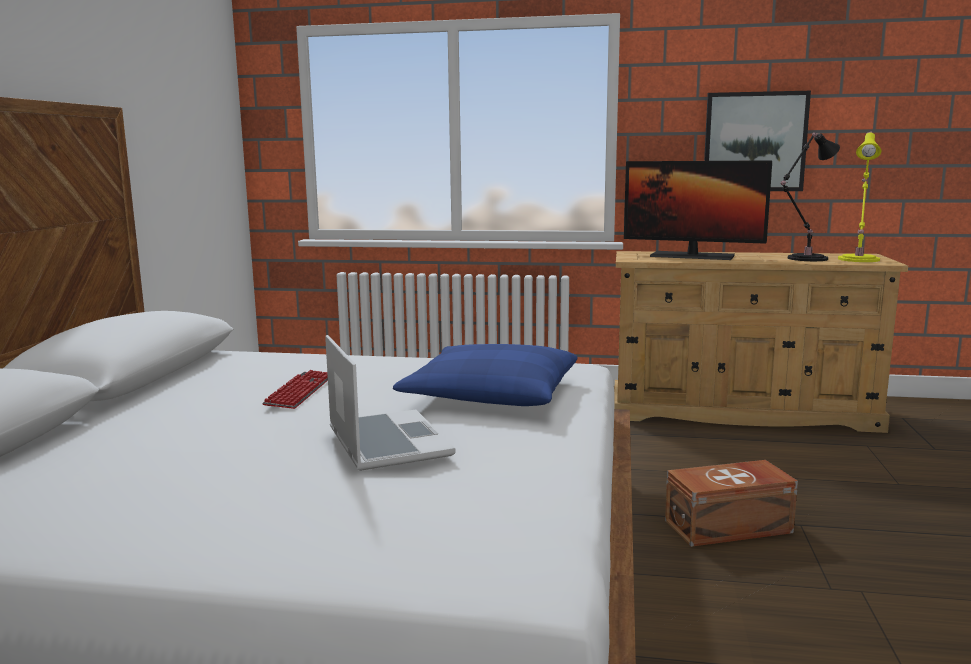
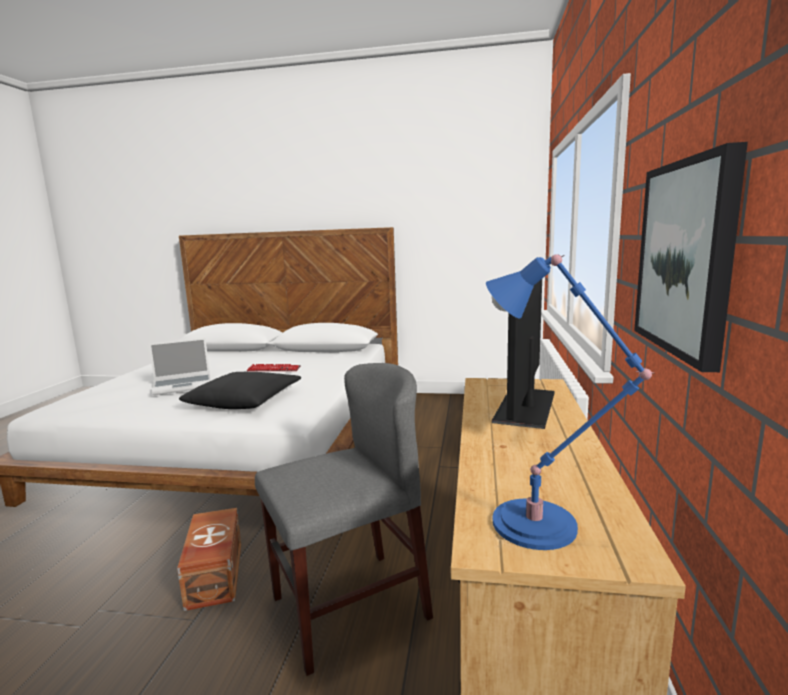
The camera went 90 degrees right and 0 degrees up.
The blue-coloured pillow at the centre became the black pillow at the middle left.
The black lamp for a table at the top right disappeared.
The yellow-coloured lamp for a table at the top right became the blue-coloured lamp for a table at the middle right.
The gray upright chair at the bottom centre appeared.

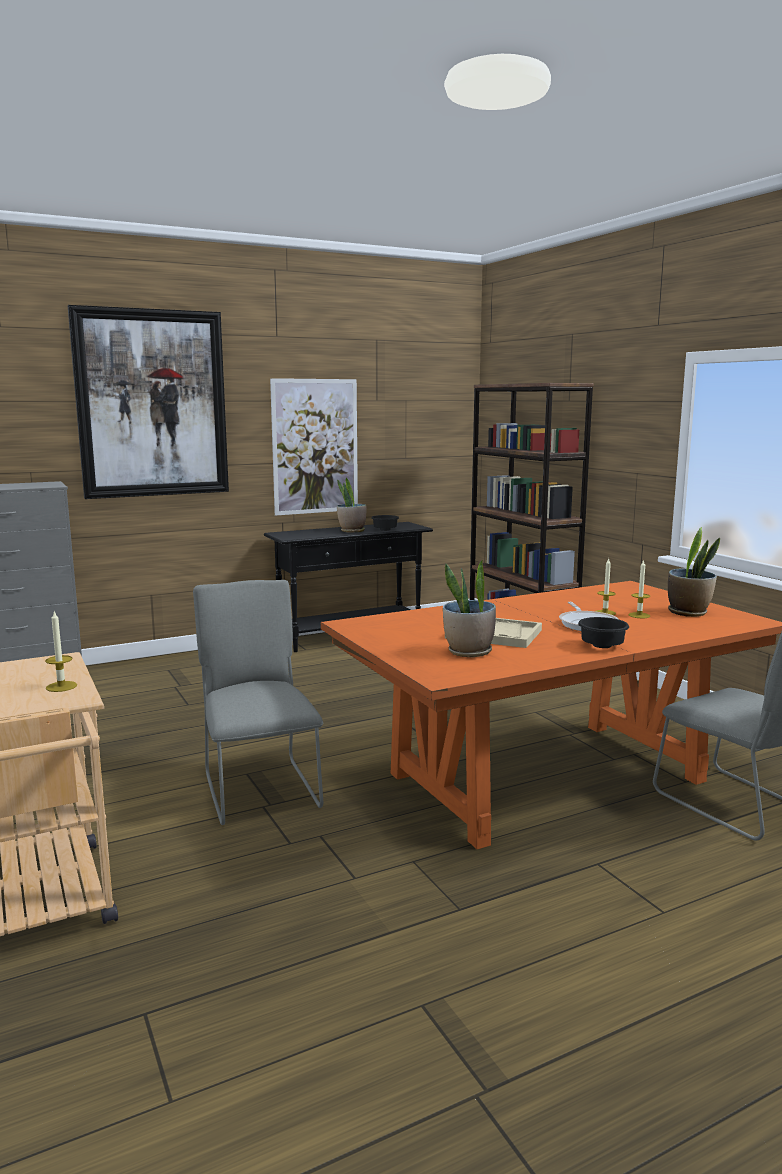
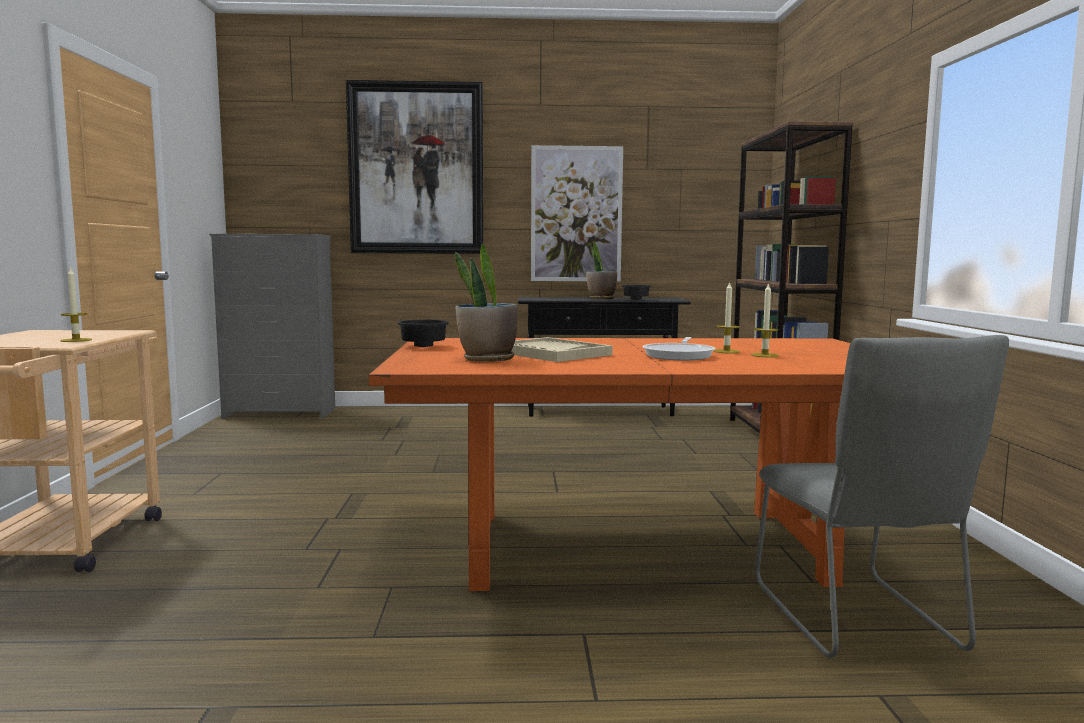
The camera went 25 degrees right and 5 degrees down.
The gray upright chair (no. 1 from left) at the middle left disappeared.
The black serving bowl (no. 2 from left in the first image) moved from the middle right to the centre.
The houseplant (no. 3 from left) at the middle right disappeared.

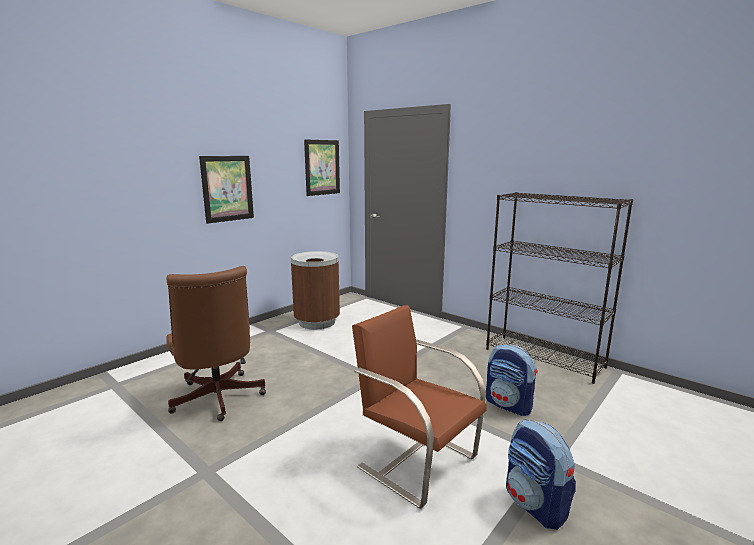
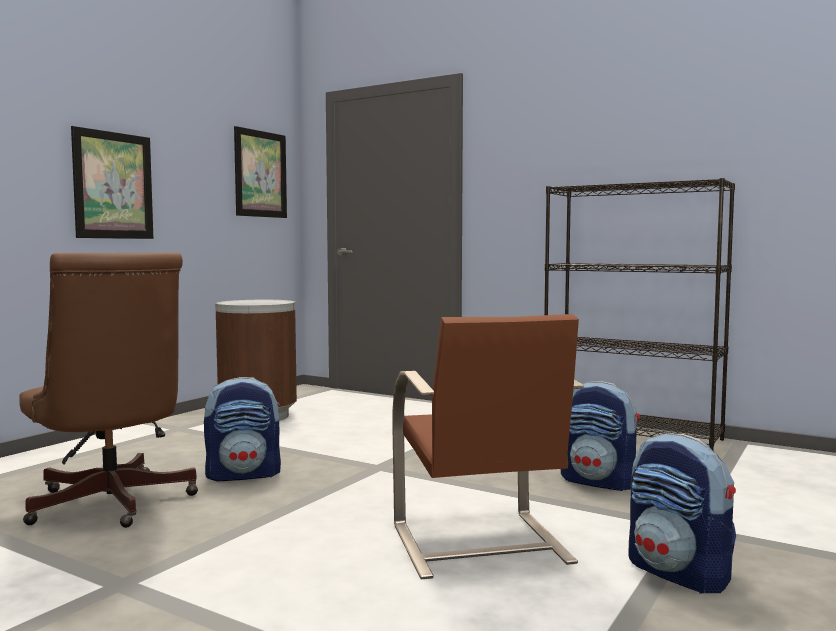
The camera went 10 degrees left and 10 degrees down.
The brown upright chair at the bottom centre turned 135 degrees counterclockwise.
The knapsack (no. 1 from left) at the bottom left appeared.

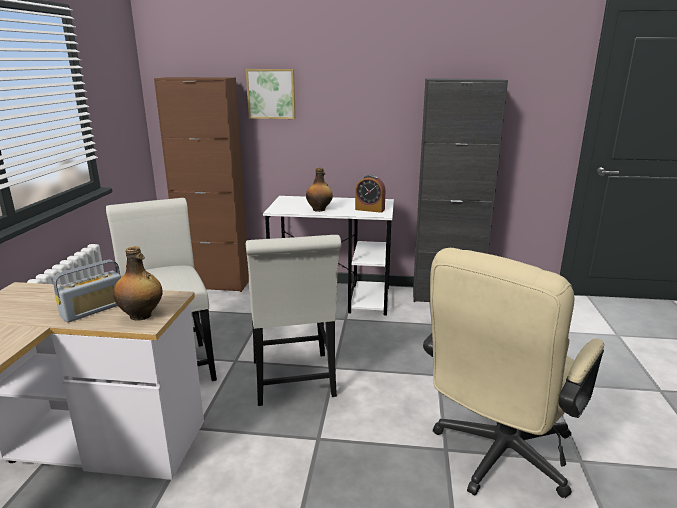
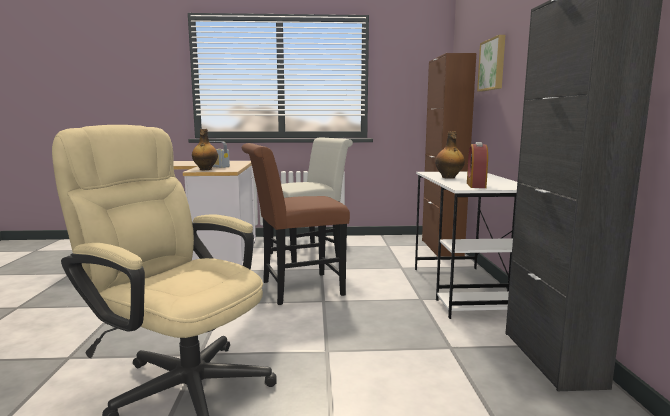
The camera went 80 degrees right and 10 degrees down.
The white upright chair (no. 2 from left) at the centre became the brown upright chair at the centre.

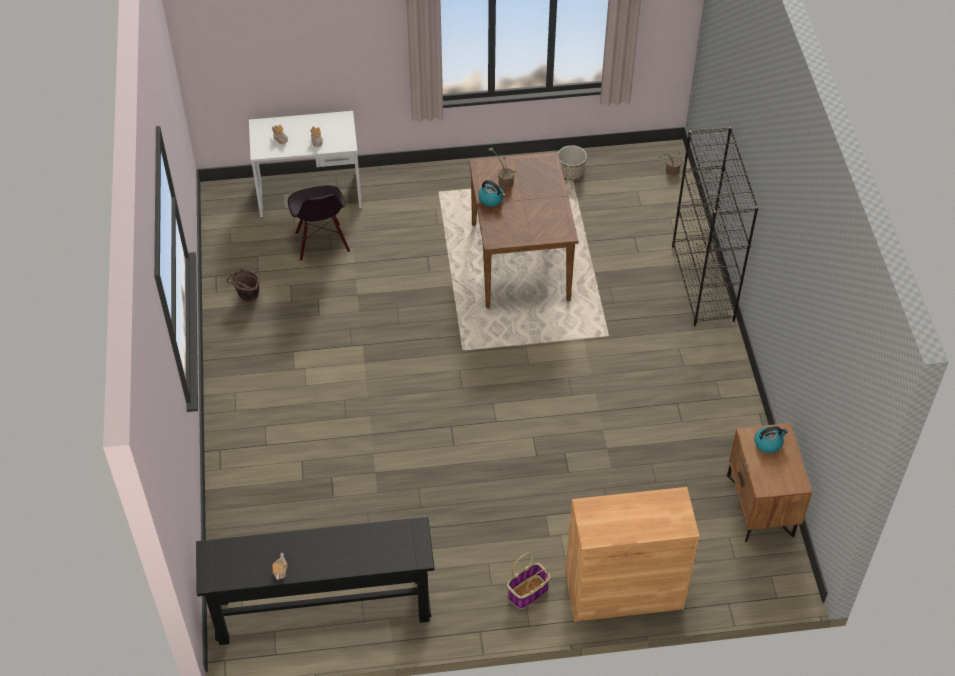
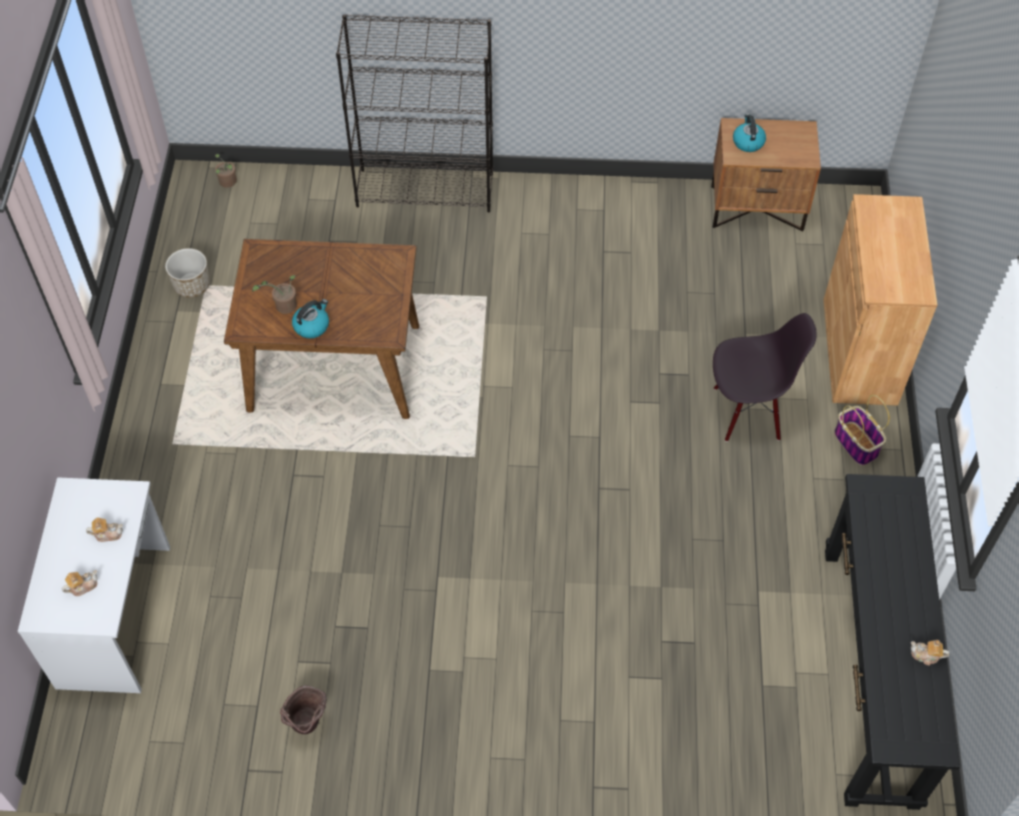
The camera went 80 degrees left and 5 degrees up.
The black upright chair moved from the top centre to the middle right.

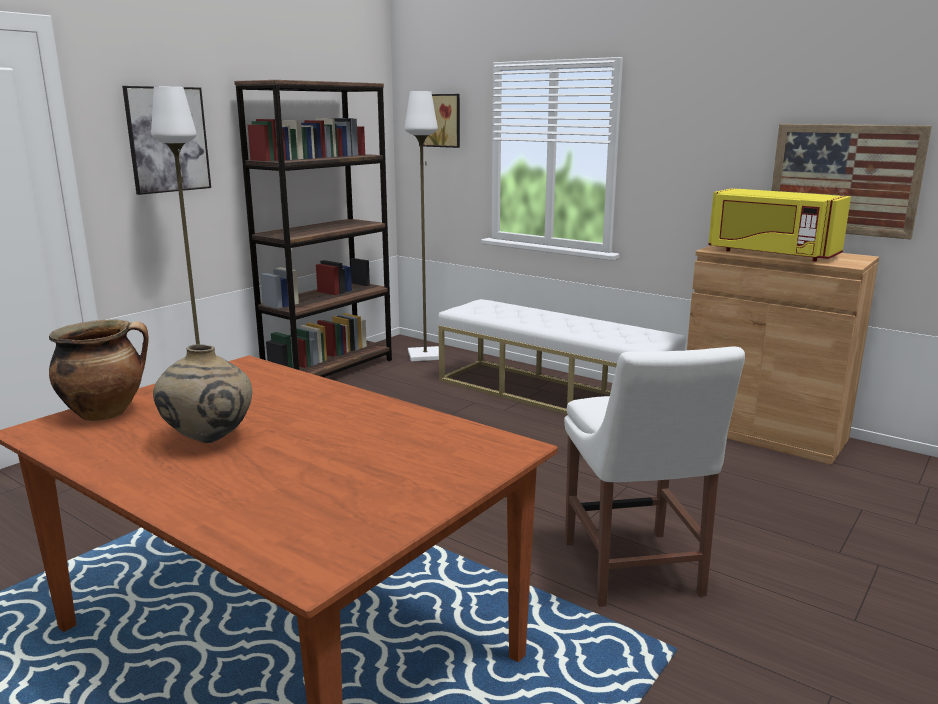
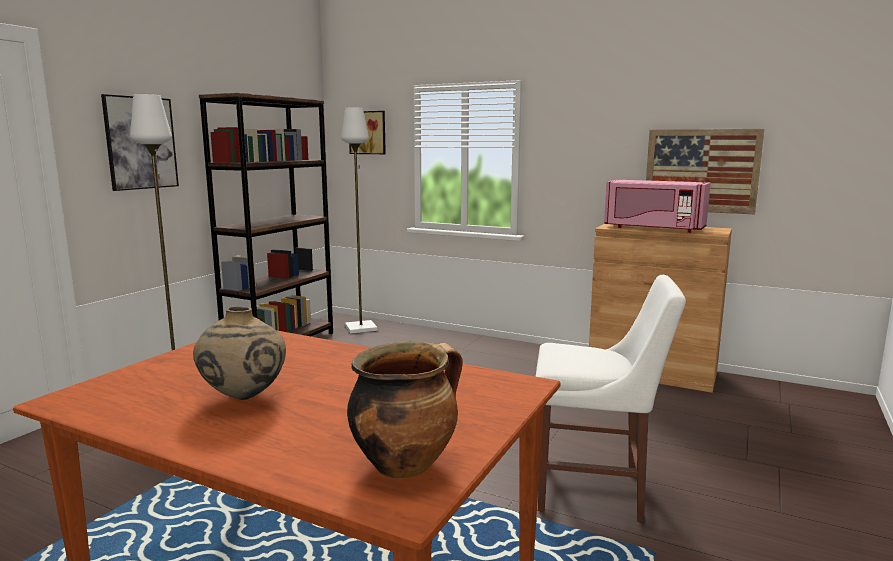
The camera went 10 degrees left and 5 degrees down.
The stockpot moved from the middle left to the bottom centre.
The white long seat at the centre disappeared.
The white upright chair at the bottom right turned 60 degrees counterclockwise.
The yellow-coloured microwave oven at the top right became the pink-coloured microwave oven at the middle right.

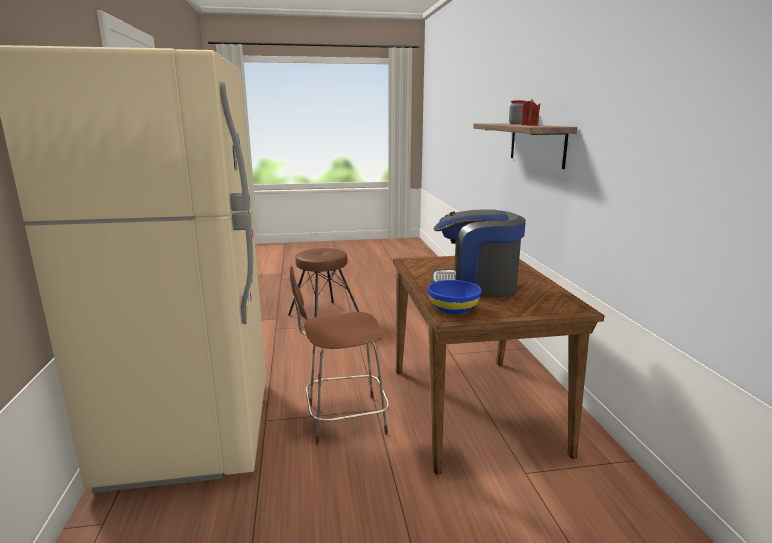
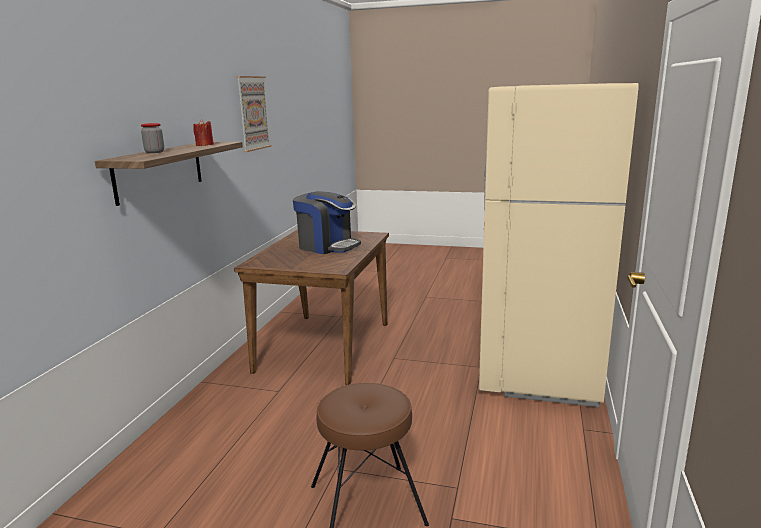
The camera went 155 degrees left and 0 degrees up.
The brown upright chair at the centre disappeared.
The blue-coloured serving bowl at the centre disappeared.
The wall picture at the top centre appeared.

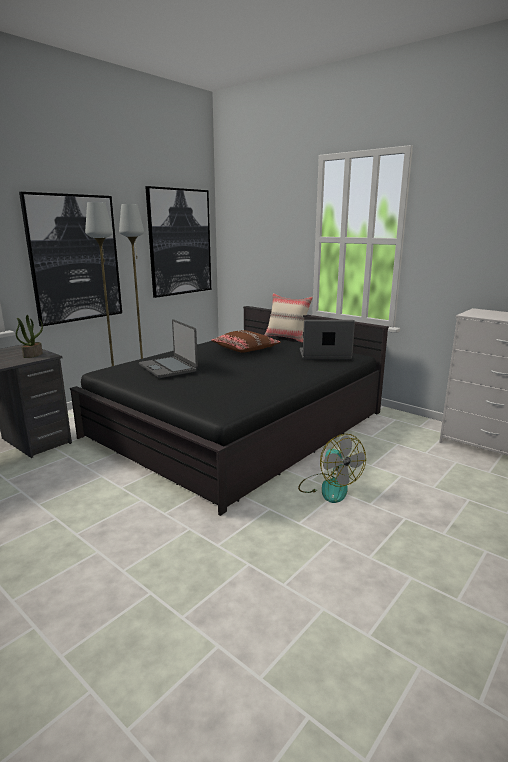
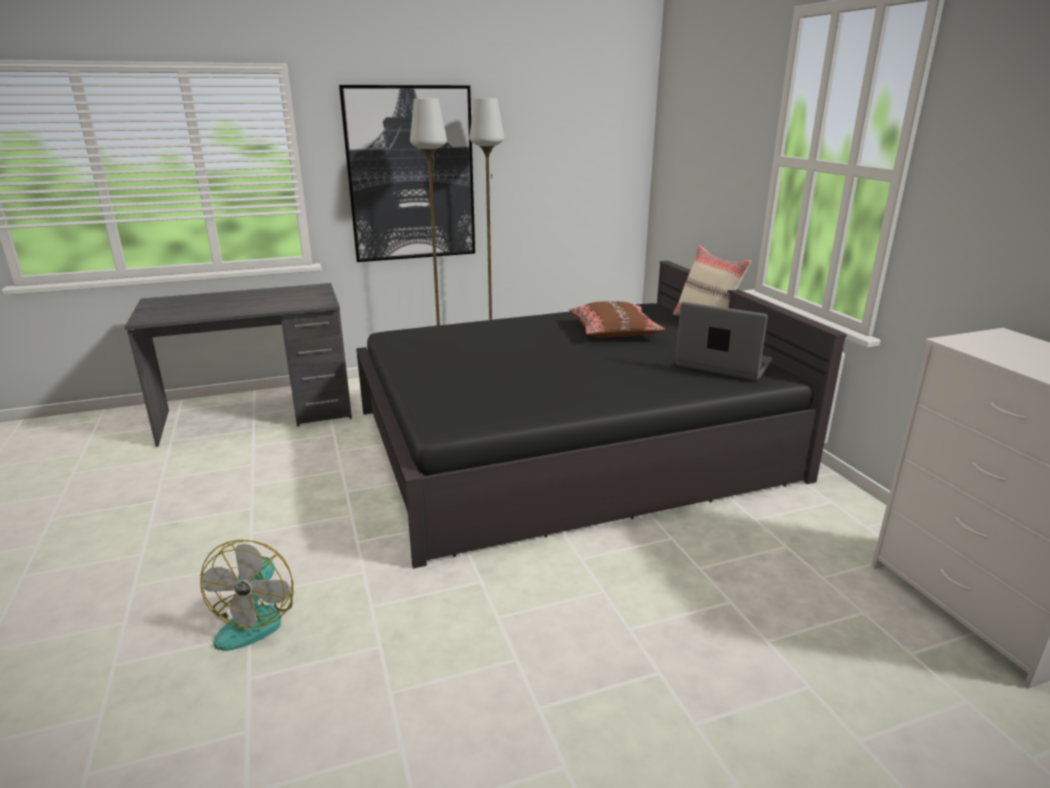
The camera went 30 degrees right and 5 degrees up.
The houseplant at the middle left disappeared.
The portable computer (no. 1 from left) at the middle left disappeared.
The wall picture (no. 2 from left) at the top centre disappeared.
The electric fan moved from the centre to the bottom left.

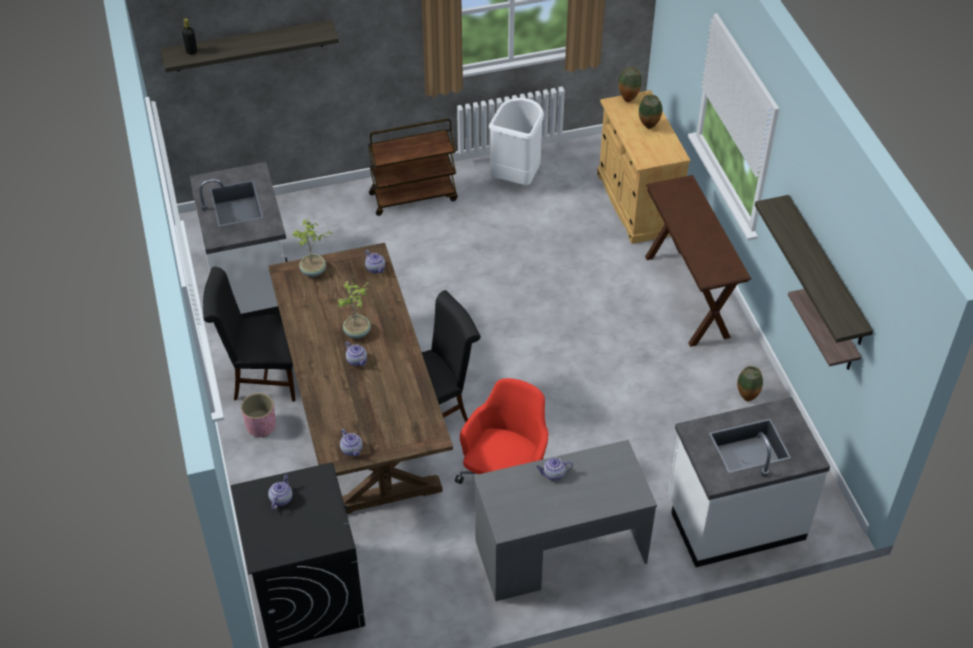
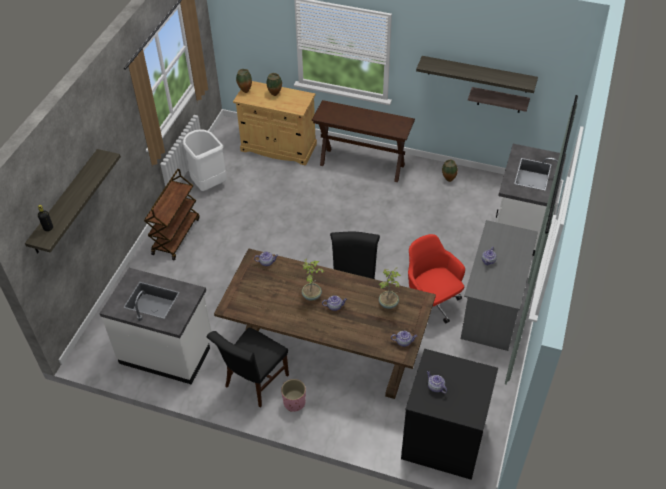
The camera went 55 degrees left and 0 degrees up.
The houseplant (no. 1 from left in the first image) moved from the middle left to the centre.

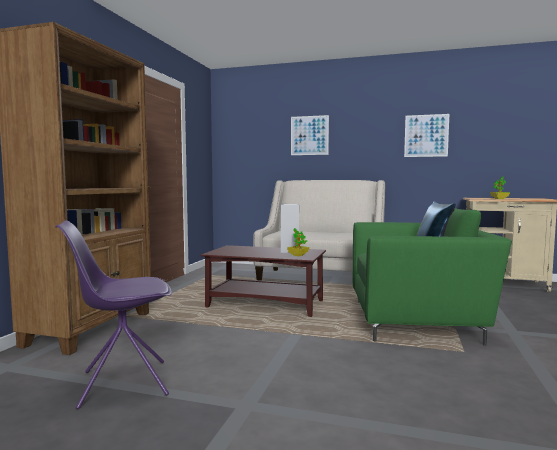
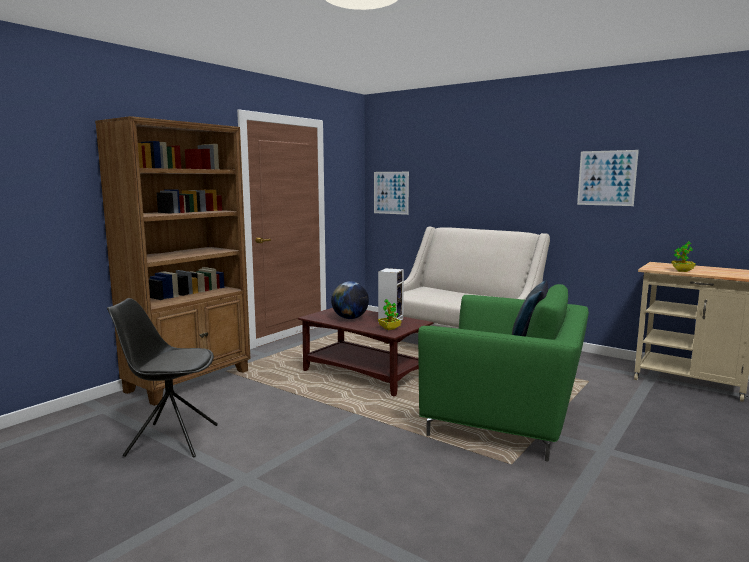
The camera went 20 degrees right and 5 degrees up.
The purple-coloured upright chair at the bottom left became the black upright chair at the bottom left.
The wall picture (no. 1 from left) moved from the top centre to the centre.
The globe at the centre appeared.

